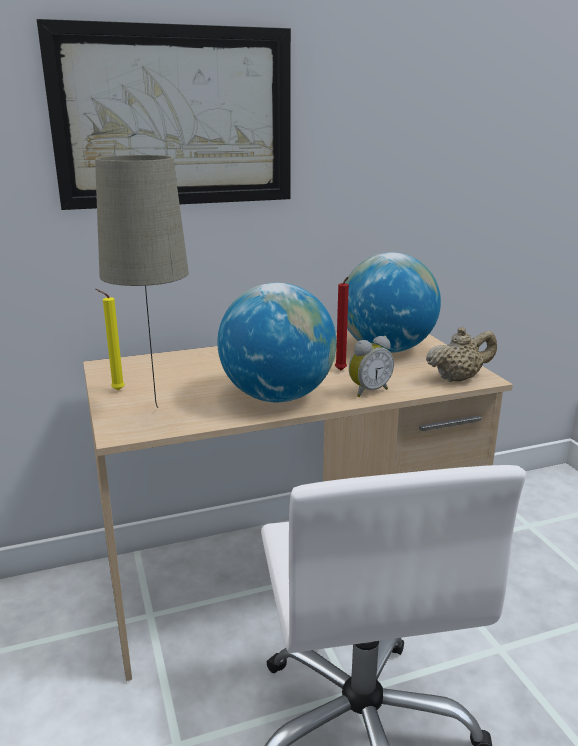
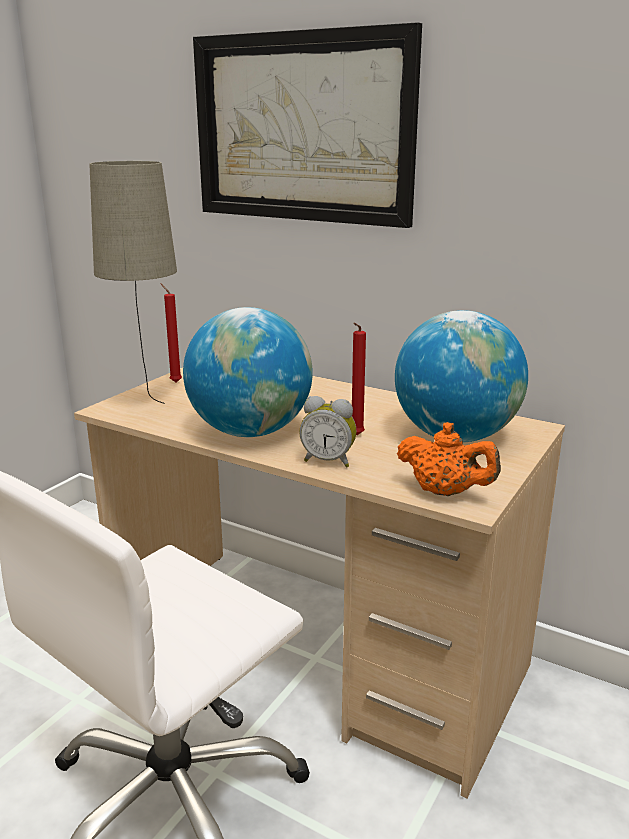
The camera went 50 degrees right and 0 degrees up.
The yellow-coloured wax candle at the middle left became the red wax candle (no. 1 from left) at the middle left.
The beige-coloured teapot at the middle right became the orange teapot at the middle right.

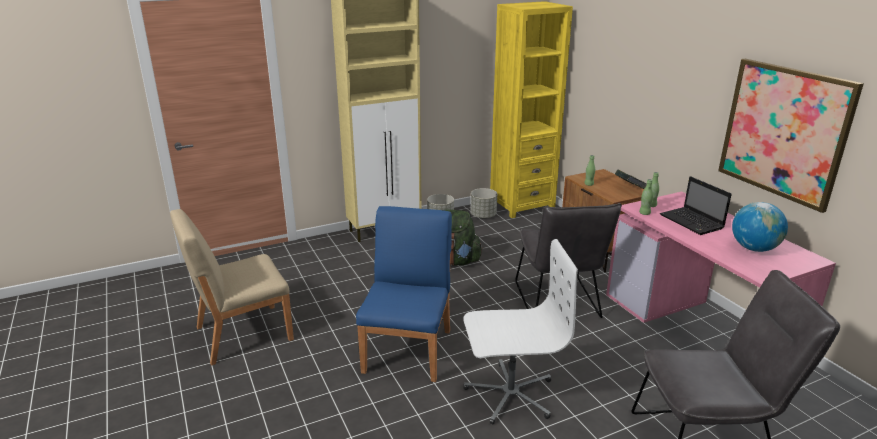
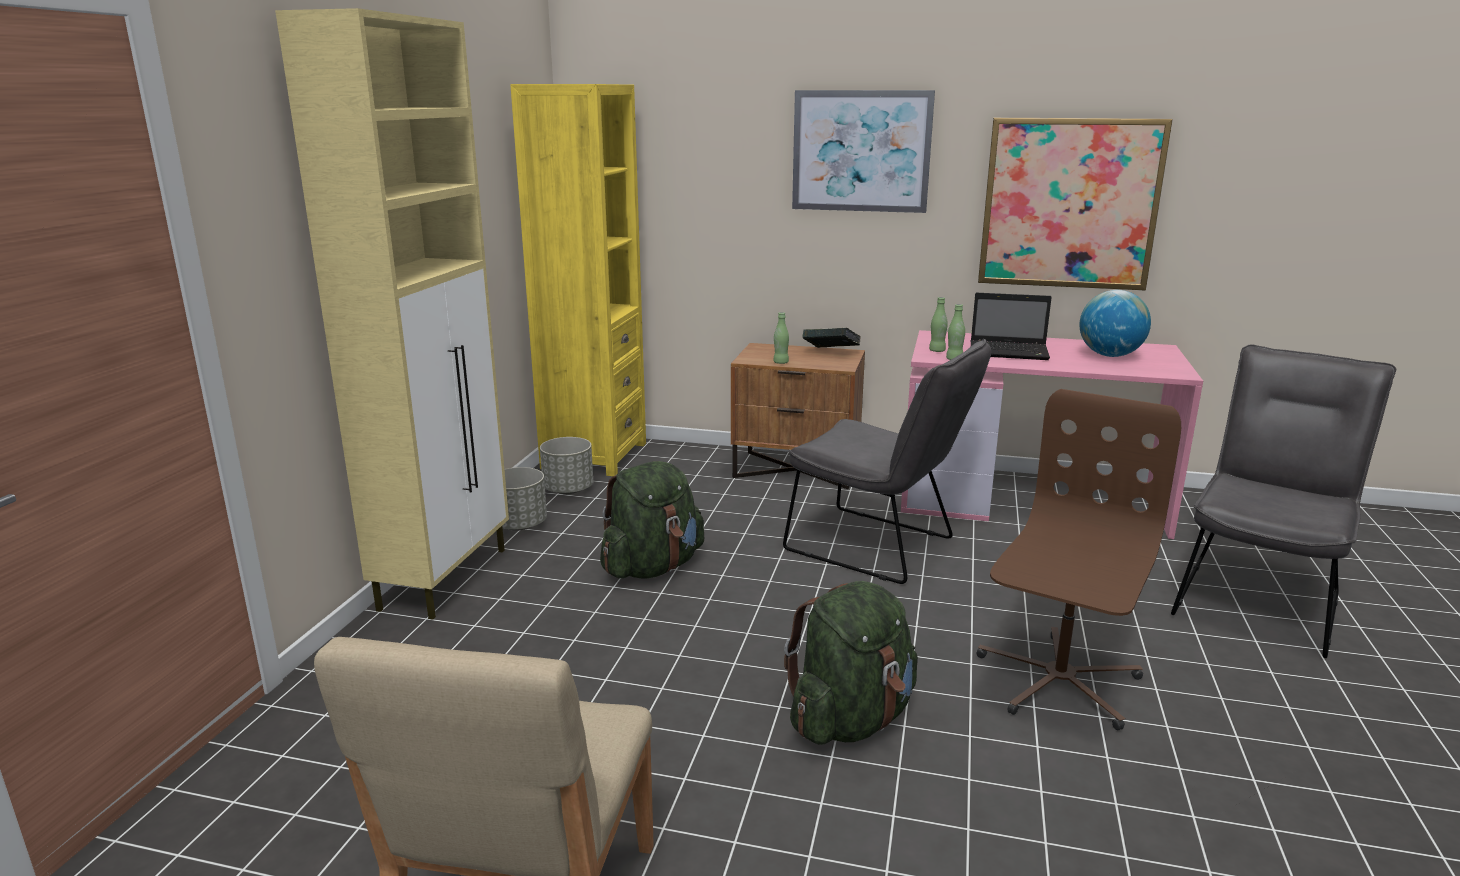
The camera went 50 degrees left and 5 degrees down.
The blue-coloured upright chair at the bottom centre was replaced by the green-coloured knapsack (no. 2 from left) at the bottom centre.
The white office chair at the bottom centre became the brown office chair at the middle right.
The wall picture (no. 1 from left) at the top centre appeared.

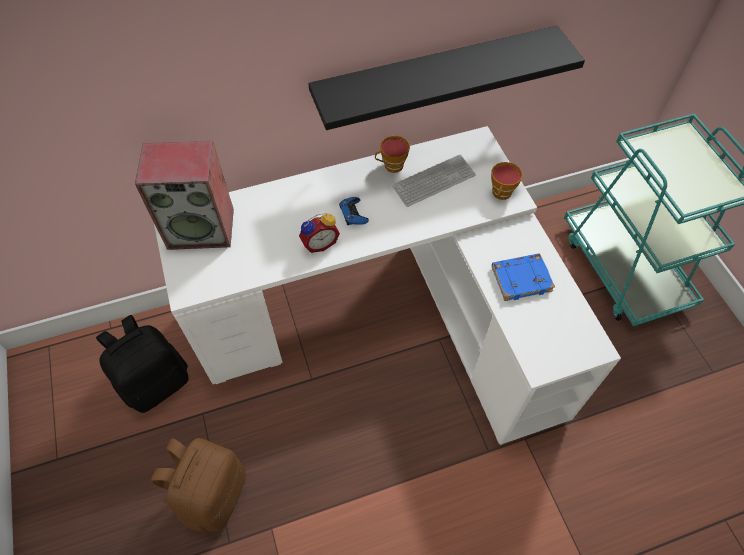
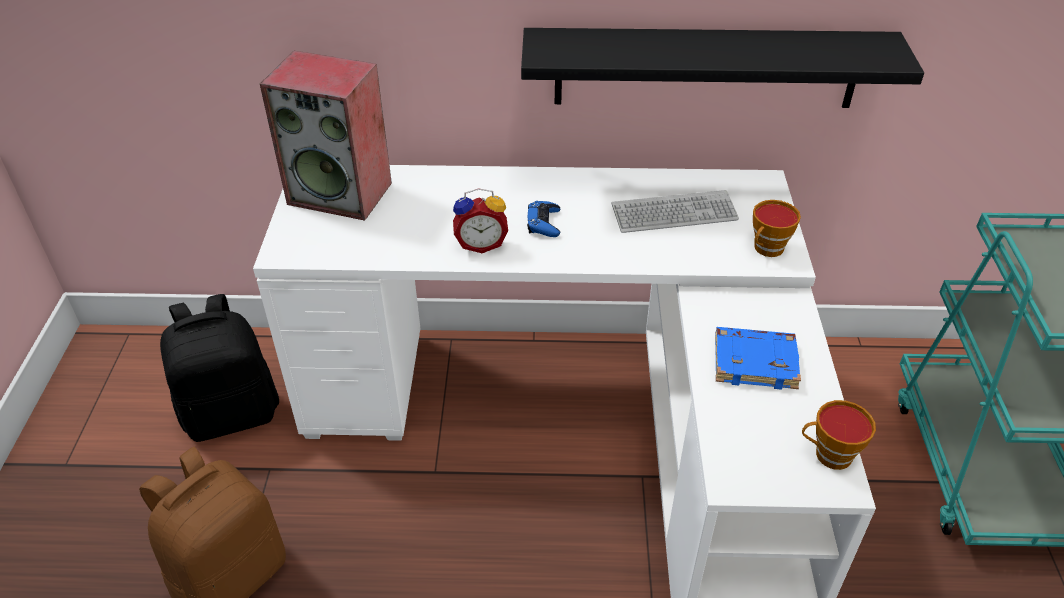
The camera went 20 degrees right and 15 degrees down.
The drinking cup (no. 1 from left in the first image) moved from the top centre to the bottom right.

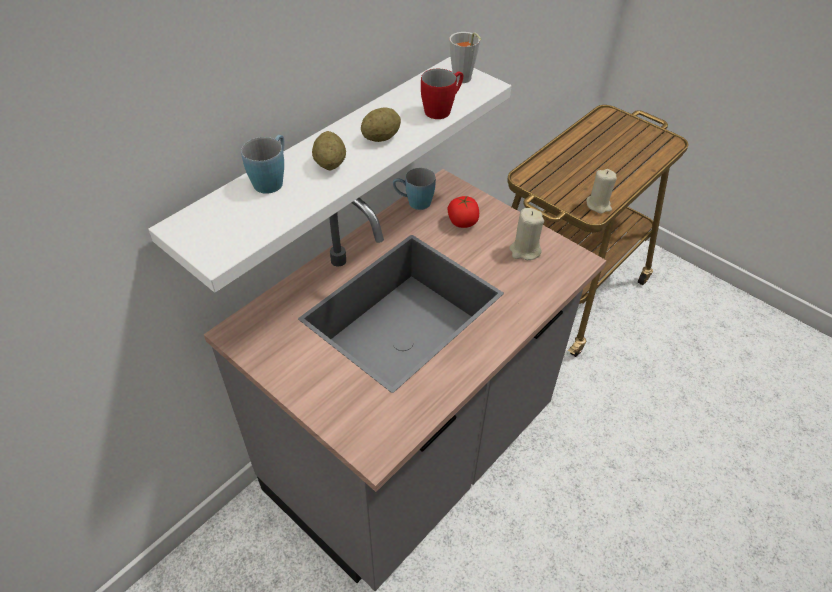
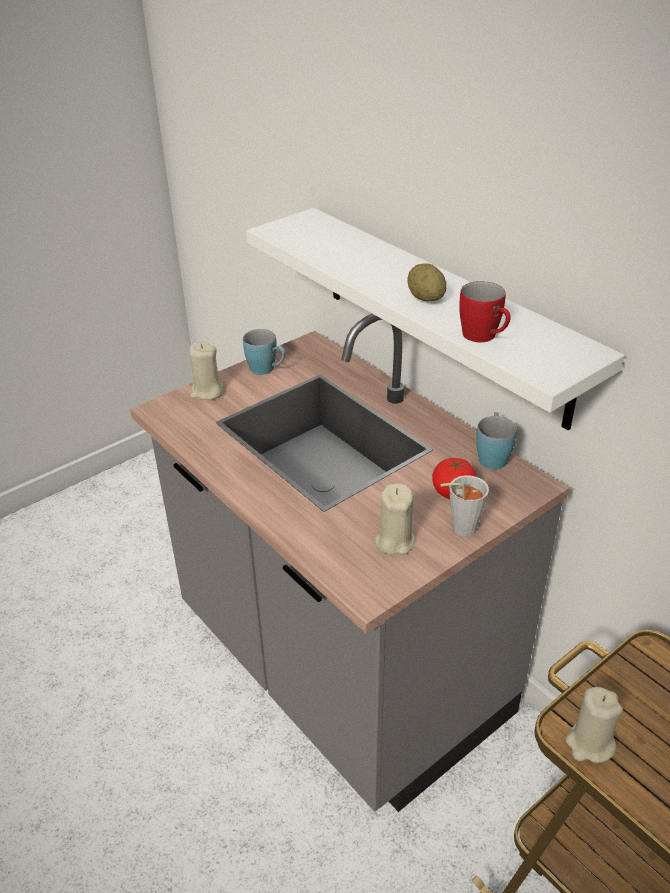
The camera went 100 degrees right and 10 degrees down.
The blue-coloured coffee mug (no. 1 from left) moved from the top left to the centre.
The spud (no. 1 from left) at the top centre disappeared.
The gray drinking cup moved from the top centre to the middle right.
The beige-coloured wax candle (no. 1 from left) at the middle left appeared.

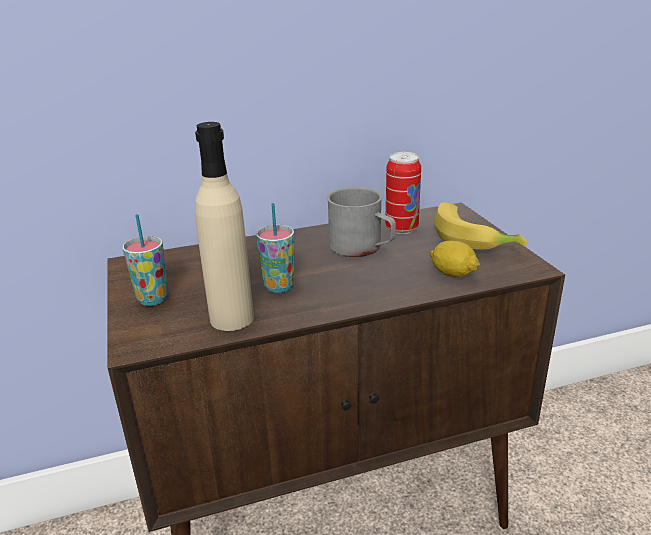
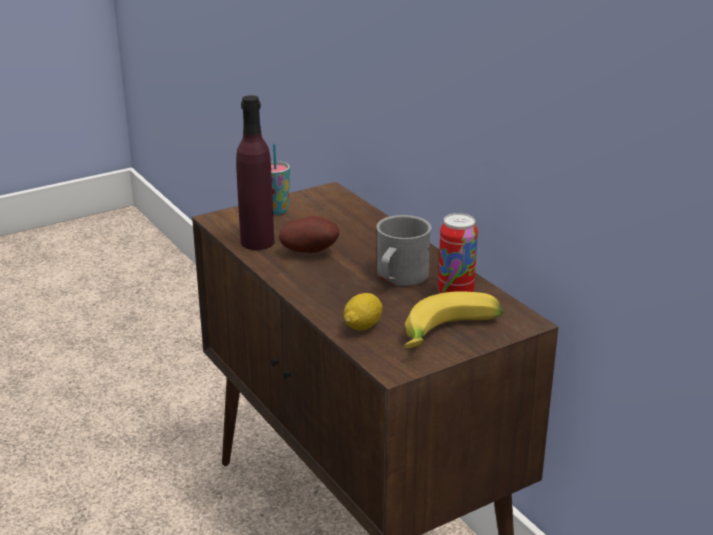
The camera went 75 degrees right and 0 degrees up.
The beige-coloured bottle at the centre became the purple-coloured bottle at the top centre.
The drinking cup (no. 2 from left) at the centre was replaced by the spud at the centre.

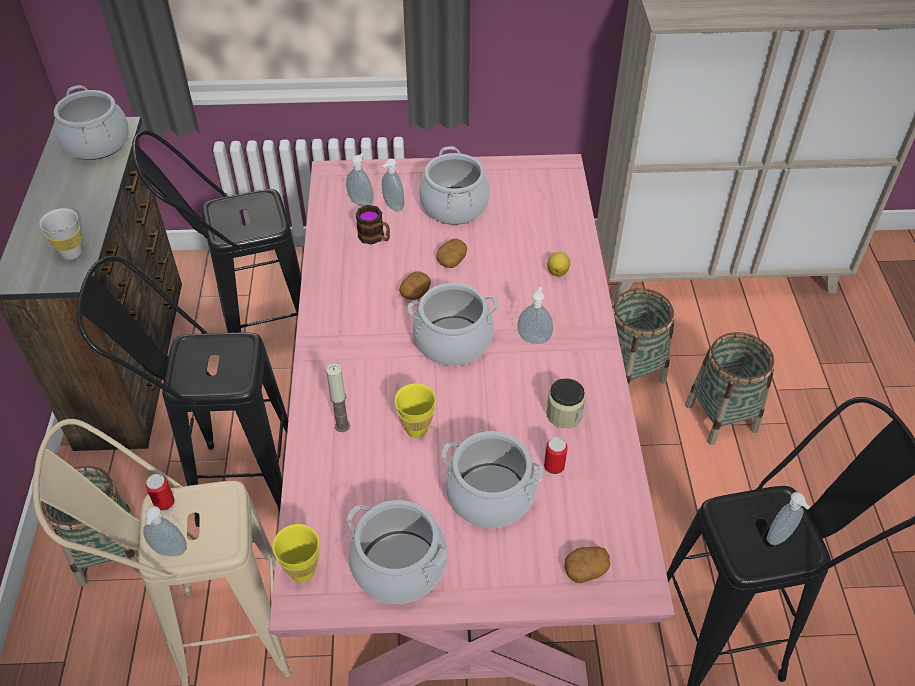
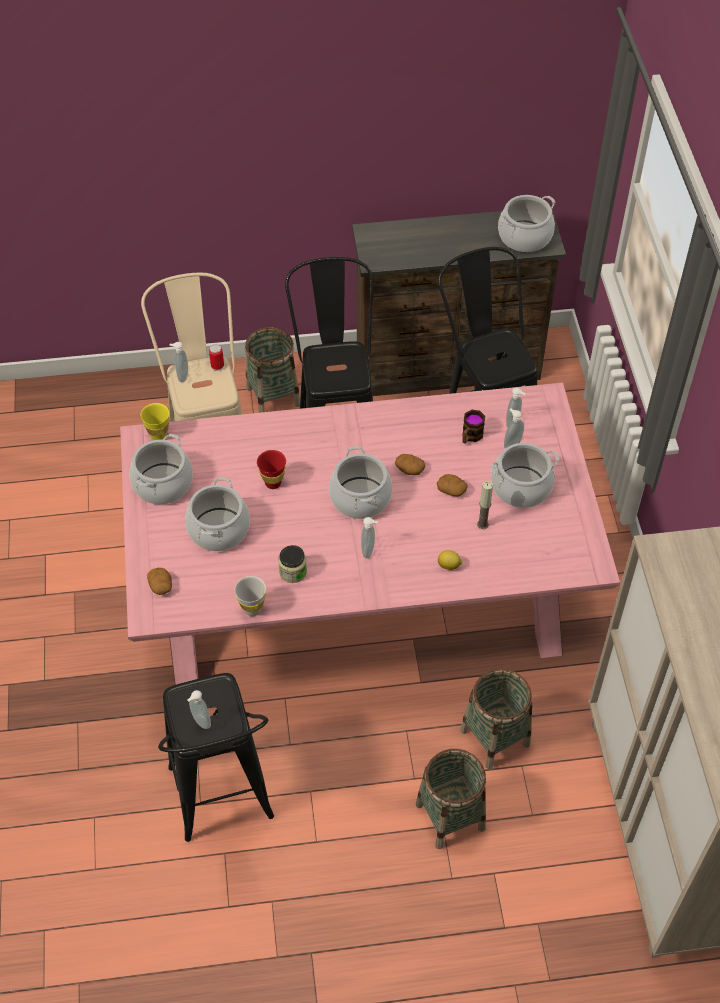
The camera went 85 degrees right and 5 degrees up.
The white drinking cup moved from the middle left to the centre.
The wax candle moved from the centre to the middle right.
The yellow-coloured drinking cup (no. 2 from left) at the centre became the red drinking cup at the centre.
The can (no. 2 from left) at the centre disappeared.

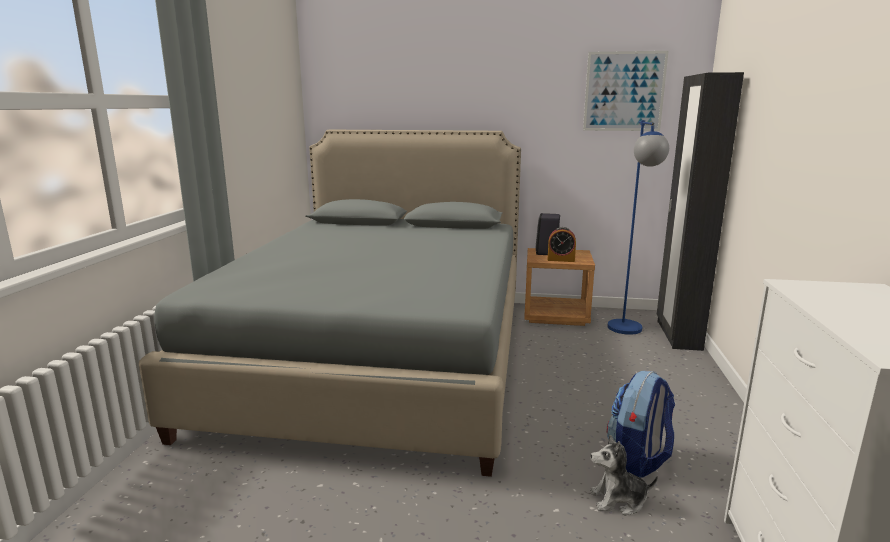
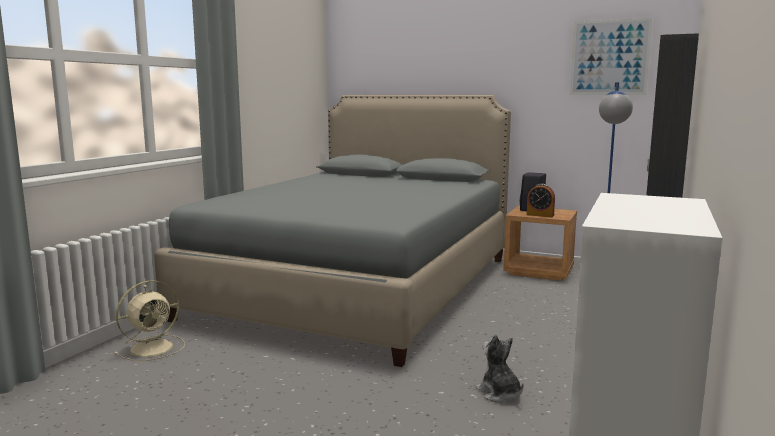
The camera went 15 degrees right and 5 degrees down.
The soft toy at the bottom right turned 45 degrees clockwise.
The knapsack at the bottom right disappeared.
The beige-coloured electric fan at the bottom left appeared.

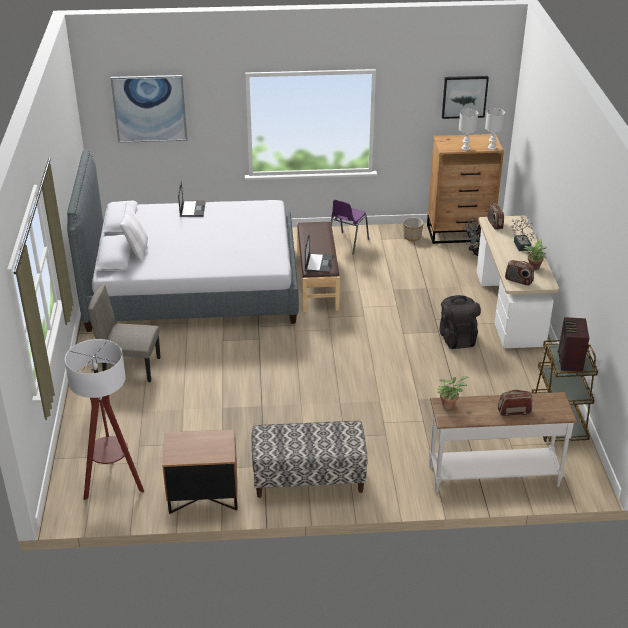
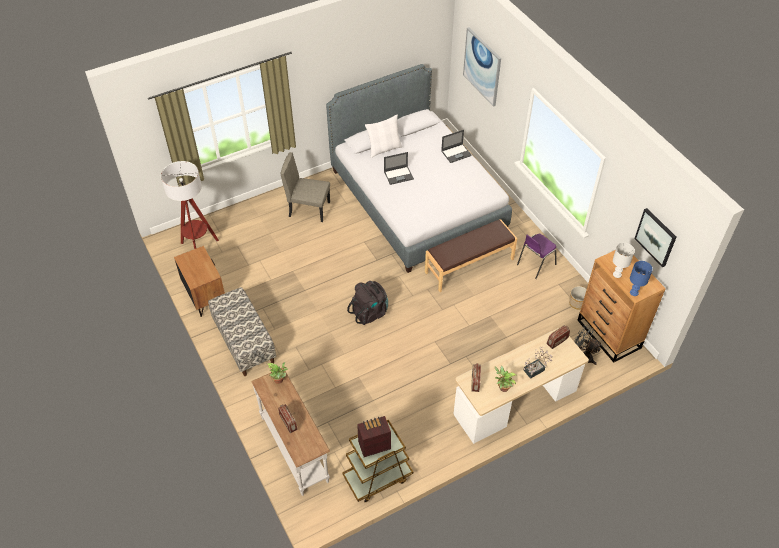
The camera went 65 degrees right and 15 degrees up.
The beige-coloured upright chair at the middle left turned 60 degrees counterclockwise.
The portable computer (no. 2 from left in the first image) moved from the centre to the top centre.
The purple-coloured upright chair at the centre turned 45 degrees counterclockwise.
The black knapsack moved from the middle right to the centre.
The white lamp for a table (no. 2 from left) at the top right became the blue-coloured lamp for a table at the middle right.

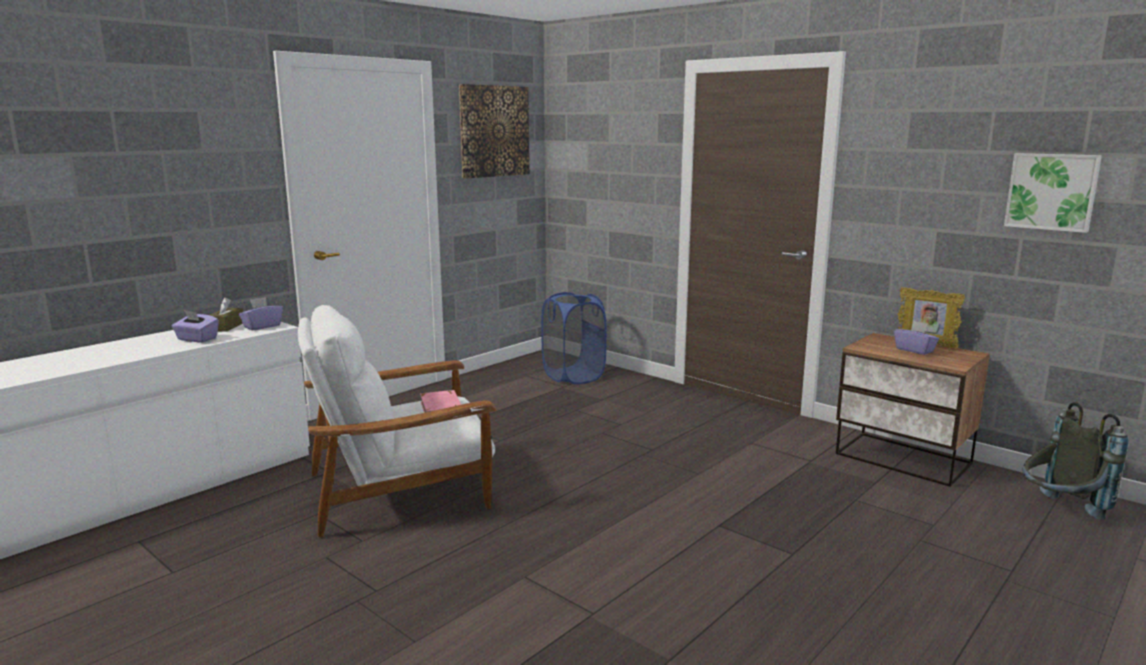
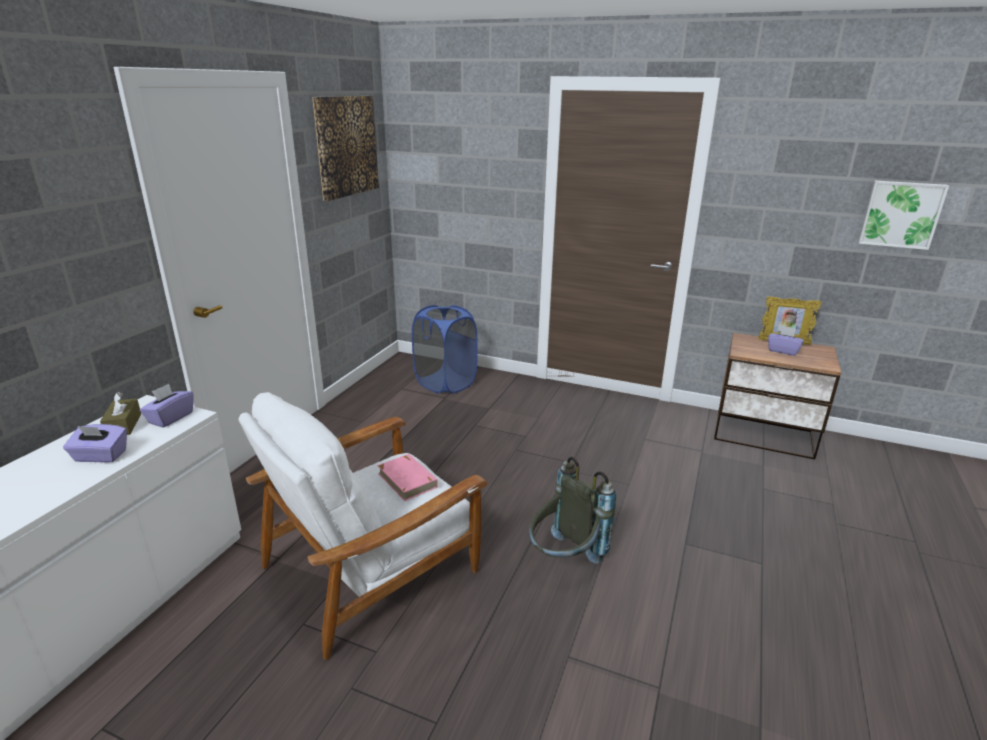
The camera went 20 degrees left and 10 degrees up.
The gray knapsack moved from the bottom right to the bottom centre.

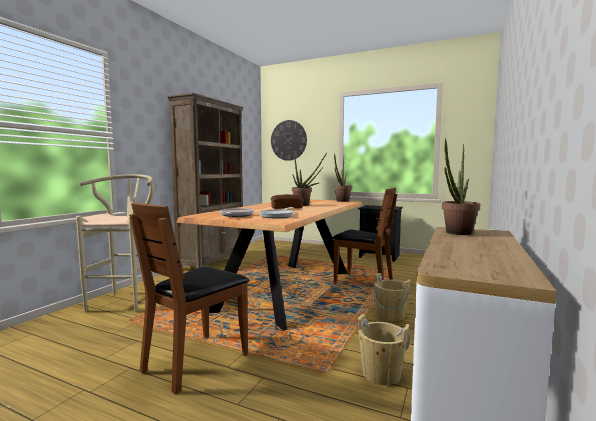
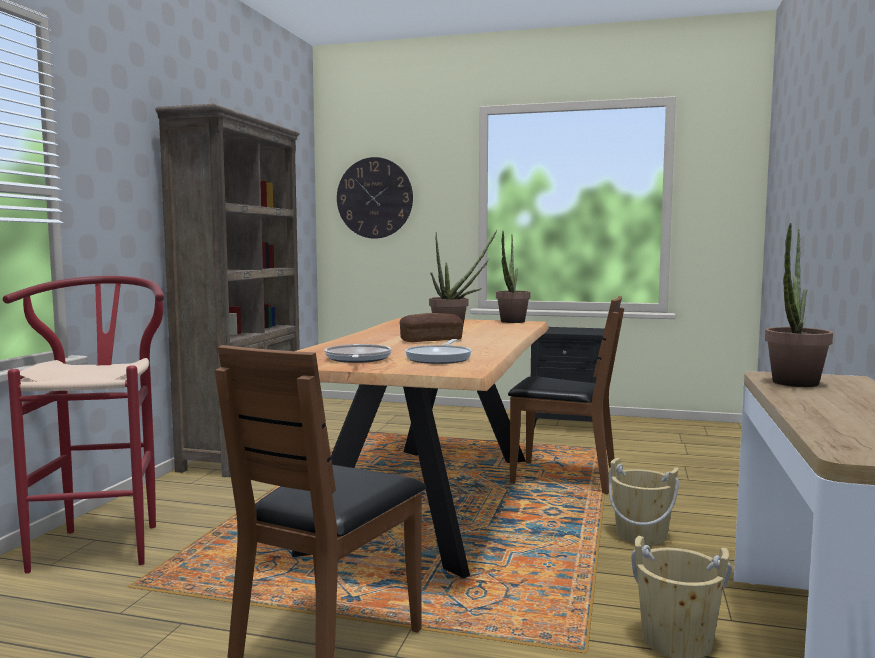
The camera went 10 degrees left and 0 degrees up.
The beige-coloured stool at the middle left became the red stool at the middle left.

